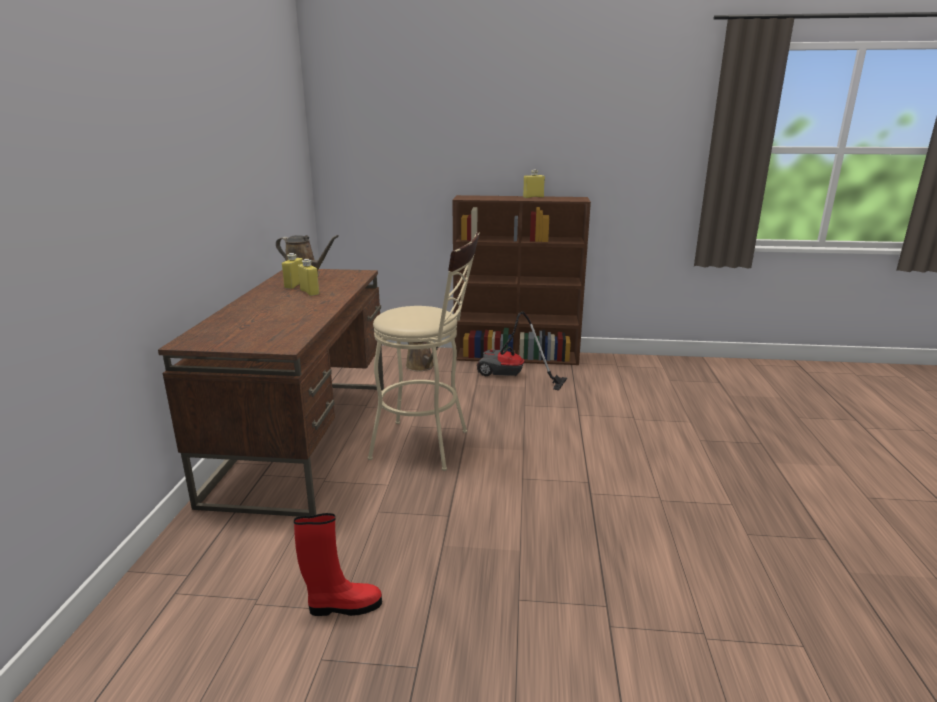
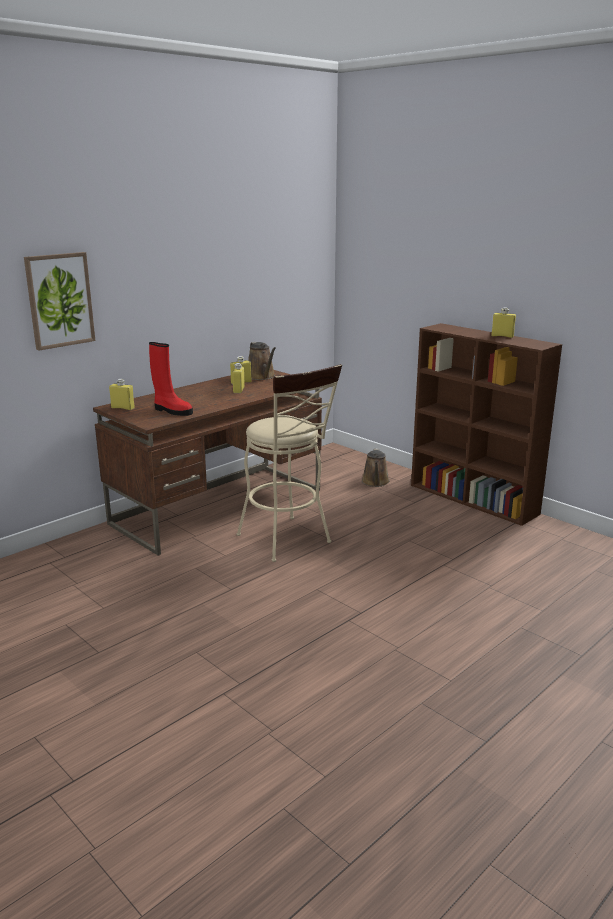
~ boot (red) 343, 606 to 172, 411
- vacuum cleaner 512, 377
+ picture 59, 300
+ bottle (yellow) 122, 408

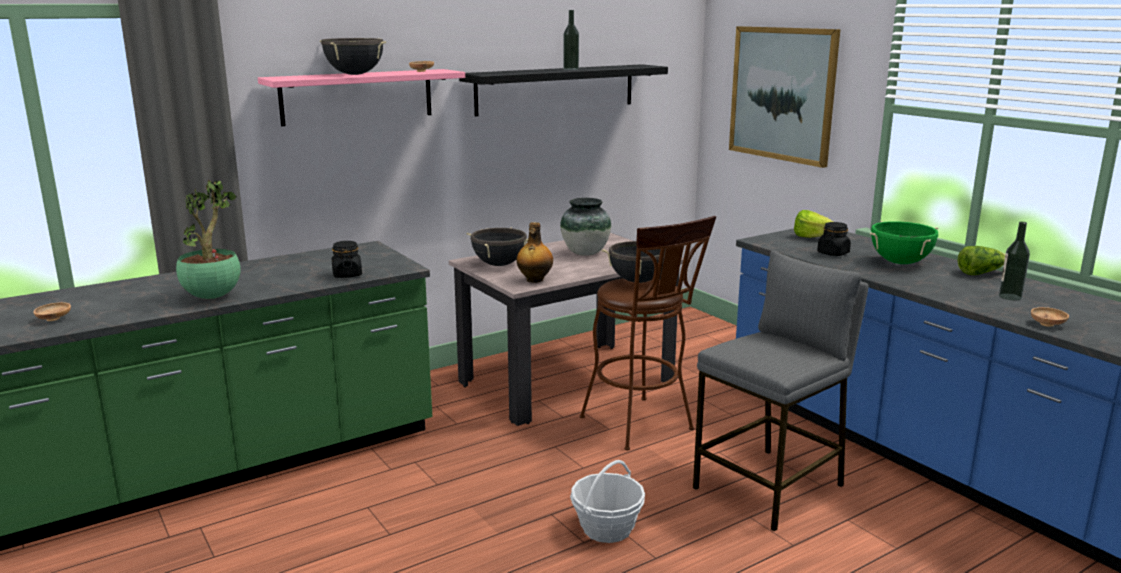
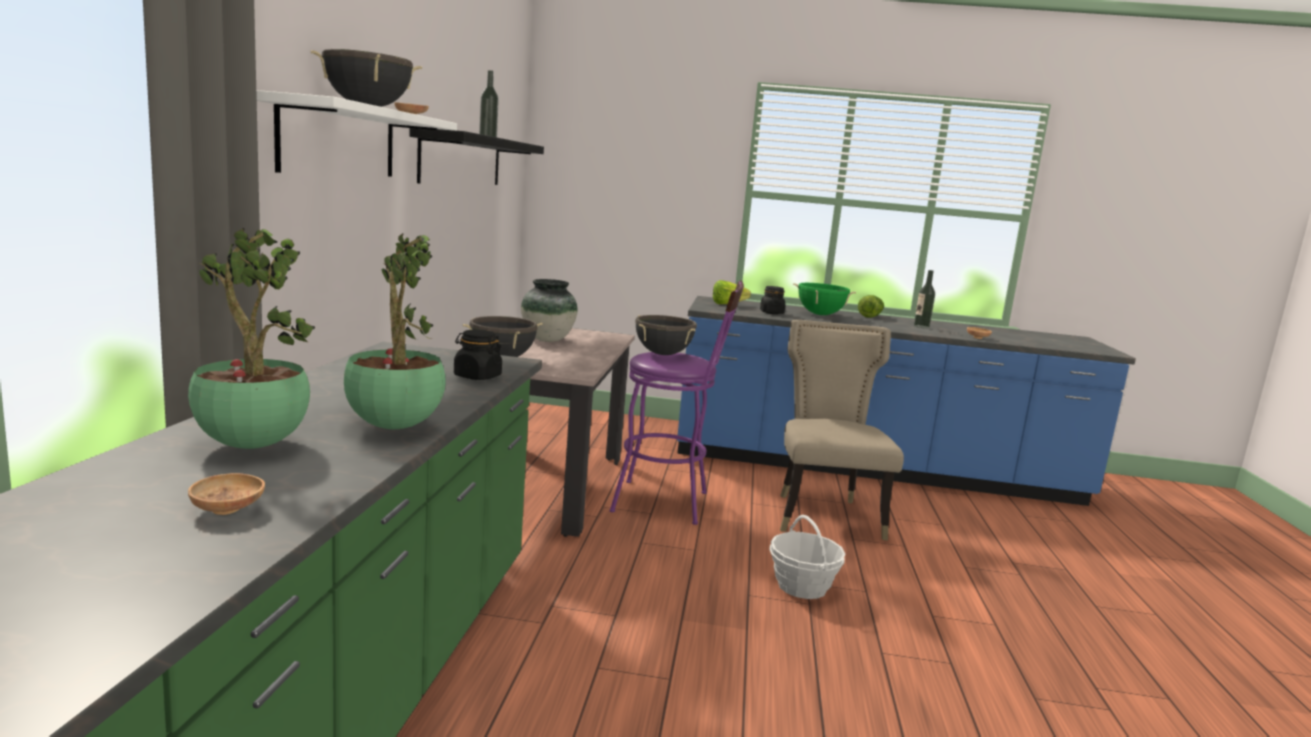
~ shelf (pink) 357, 96 to shelf (white) 340, 140
- bottle 534, 280
~ stool (brown) 642, 426 to stool (purple) 670, 503
~ stool (grey) 770, 487 to chair (beige) 824, 515
- picture 782, 94
+ potted plant 250, 445

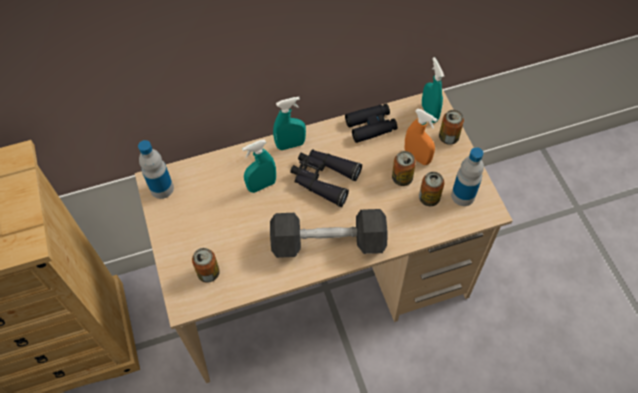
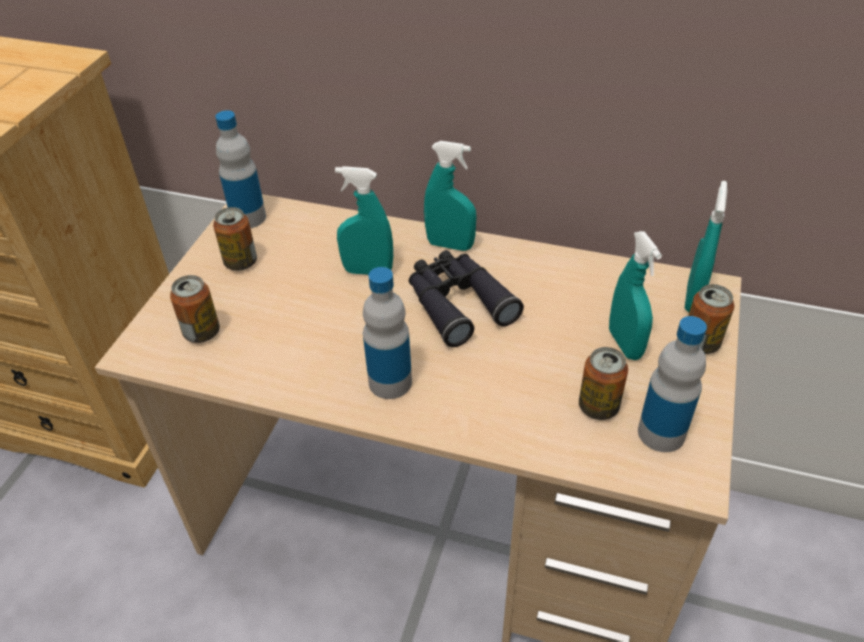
~ dumbbell (black) 328, 242 to bottle 390, 382
- binoculars (black) 371, 126
~ can 402, 178 to 240, 262
~ spray bottle (orange) 417, 157 to spray bottle (turquoise) 625, 344

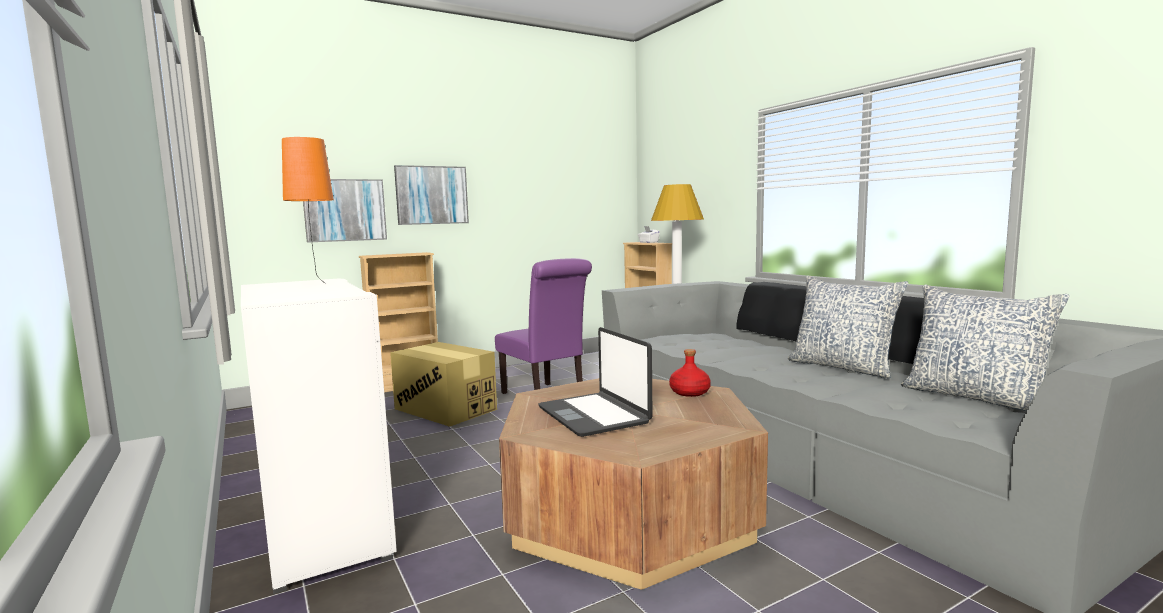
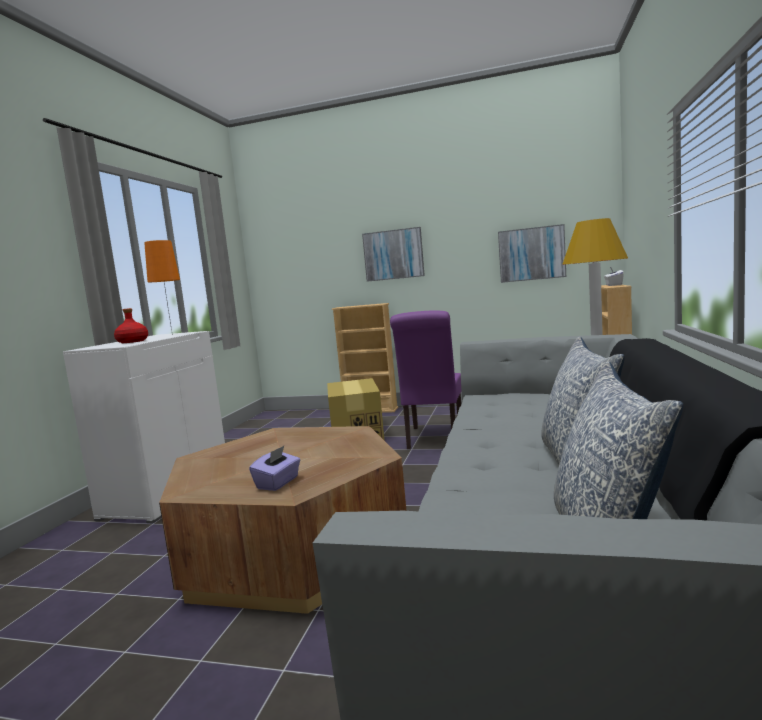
~ picture 345, 210 to 531, 254
- laptop 594, 415
~ bottle (red) 690, 392 to 132, 341
+ tissue box (purple) 278, 483

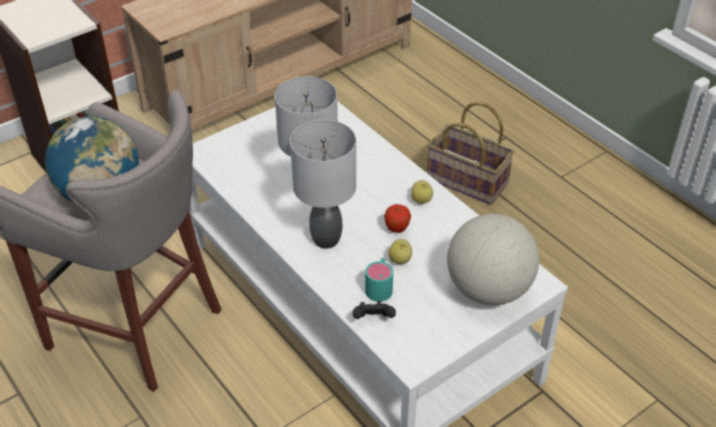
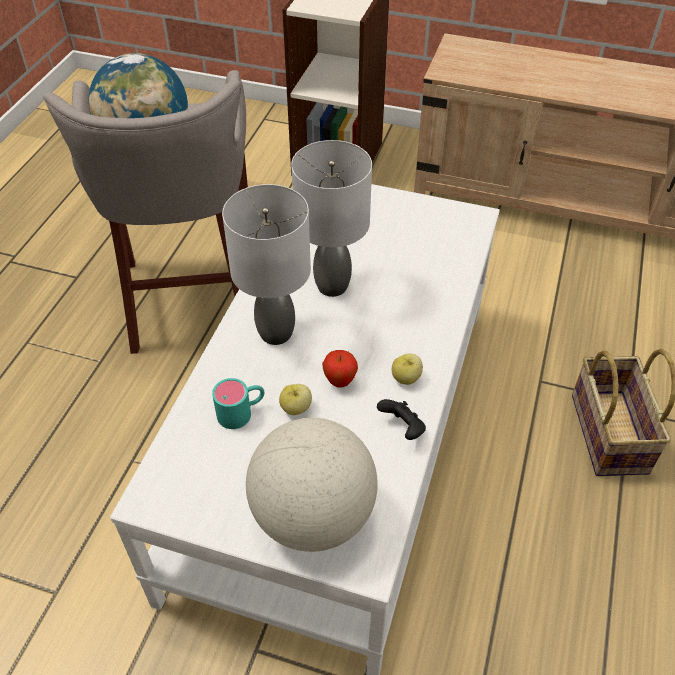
~ game controller (black) 373, 319 to 402, 428

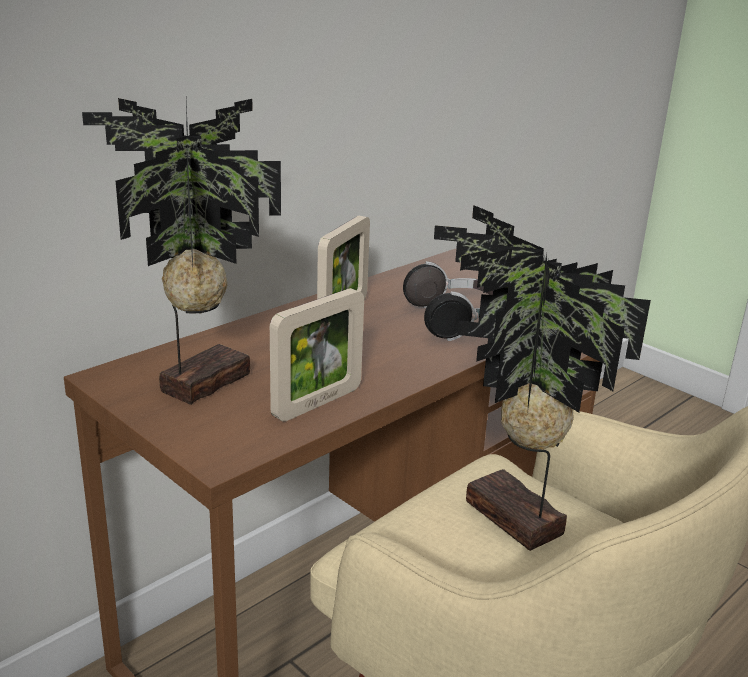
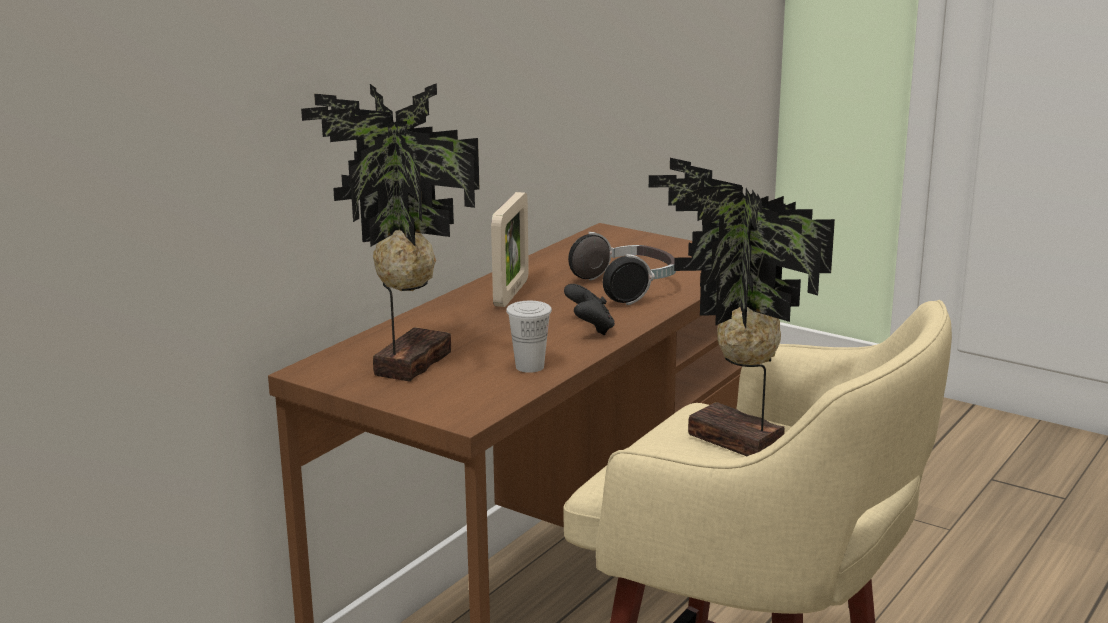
~ picture frame 317, 403 to cup (white) 529, 367
+ game controller (black) 590, 329

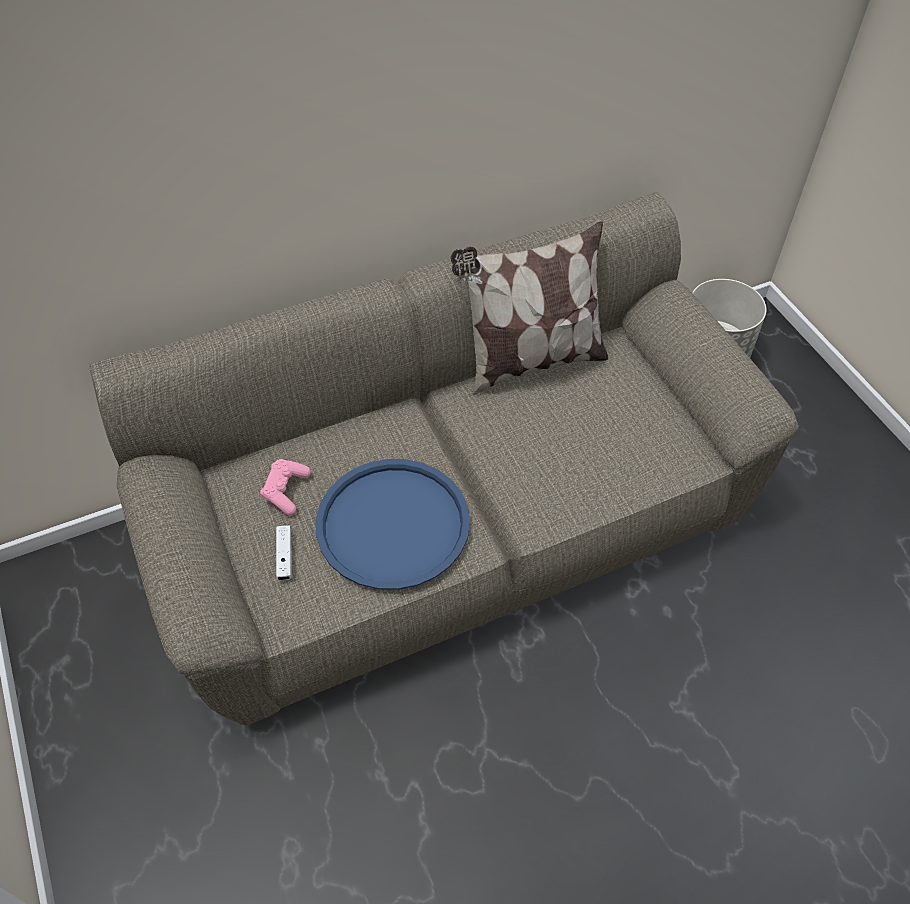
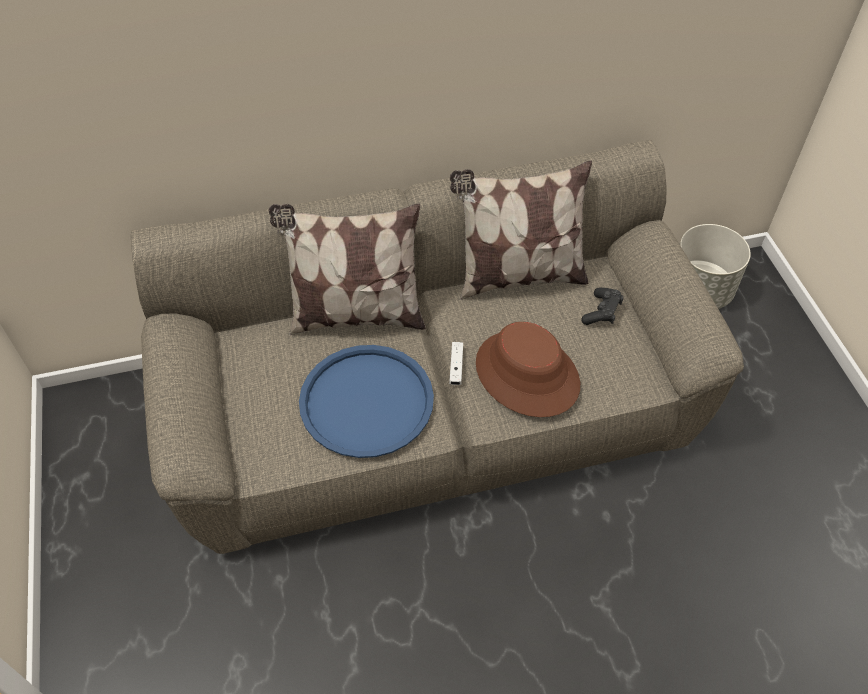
- game controller (pink) 286, 491
~ game controller (white) 284, 556 to 456, 367
+ pillow 355, 315
+ hat (brown) 526, 374
+ game controller (black) 602, 312

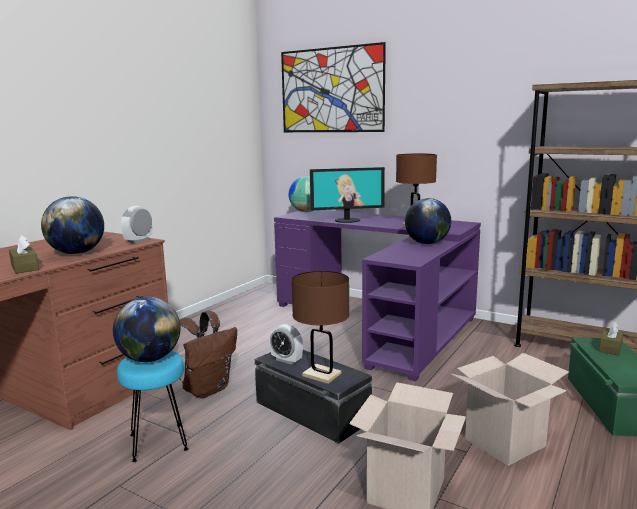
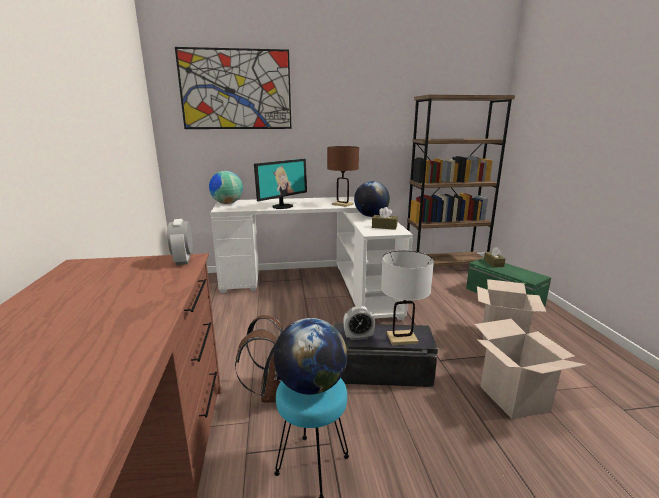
~ tissue box (brown) 24, 267 to 384, 227
- globe 77, 253
~ desk (purple) 381, 322 to desk (white) 318, 284
~ table lamp (brown) 322, 375 to table lamp (white) 402, 338

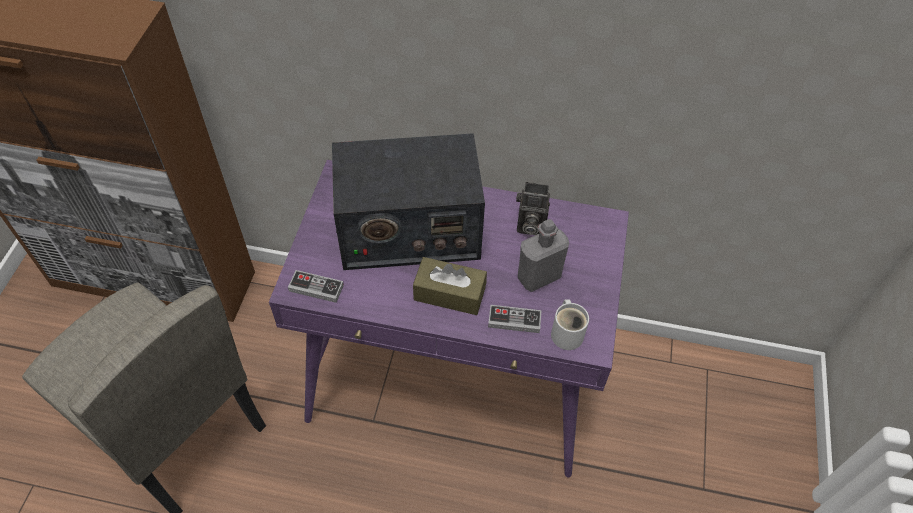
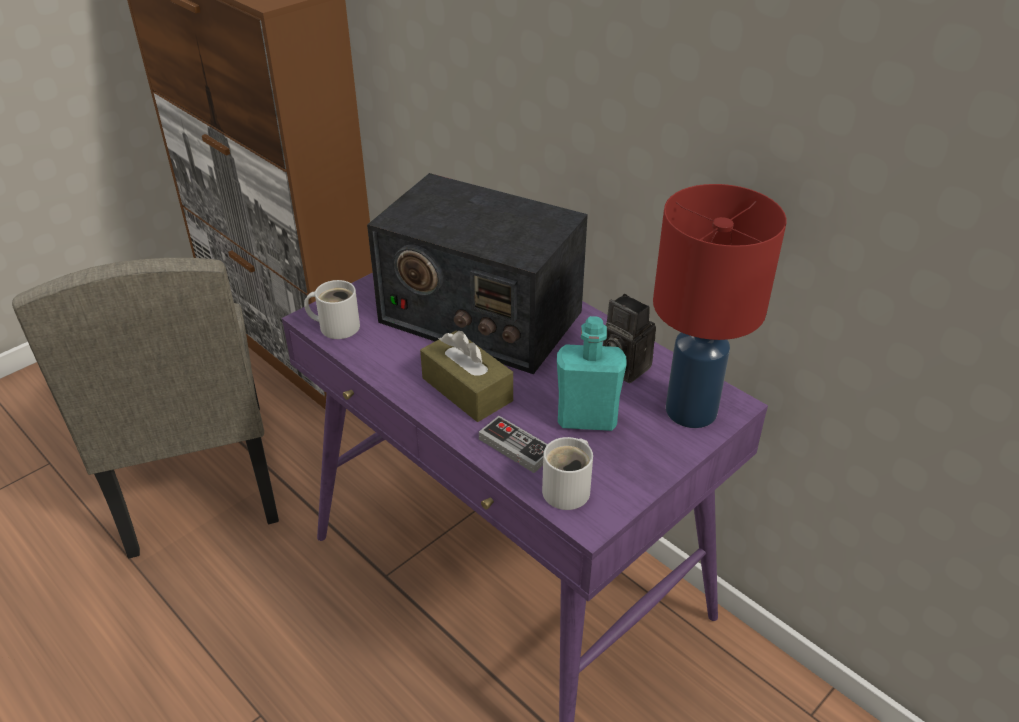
~ game controller 316, 288 to mug (white) 336, 326
~ bottle (grey) 539, 277 to bottle (turquoise) 587, 419
+ table lamp (red) 690, 409

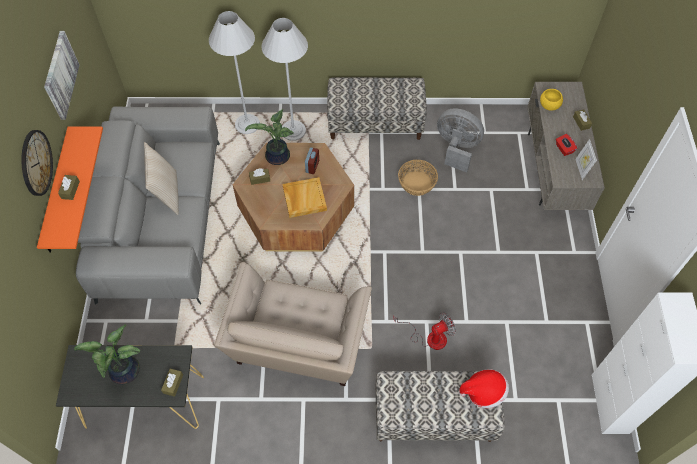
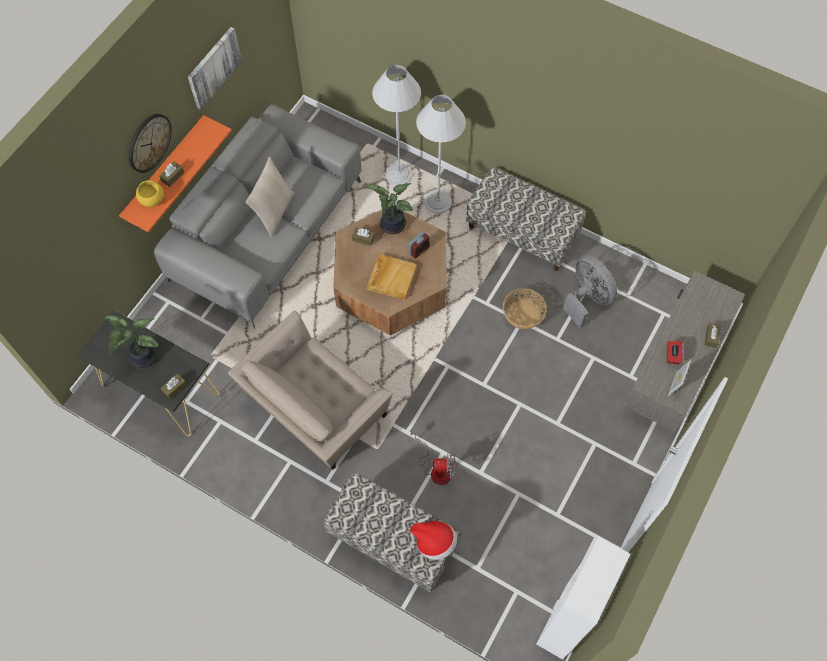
~ bowl (yellow) 549, 105 to 152, 199

